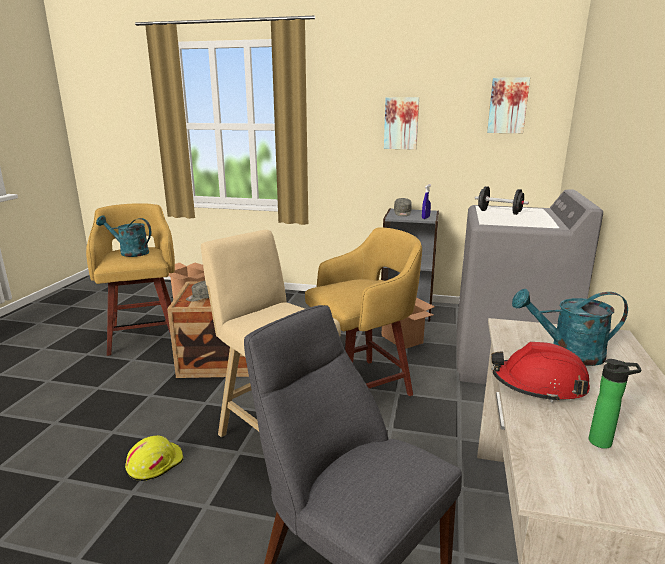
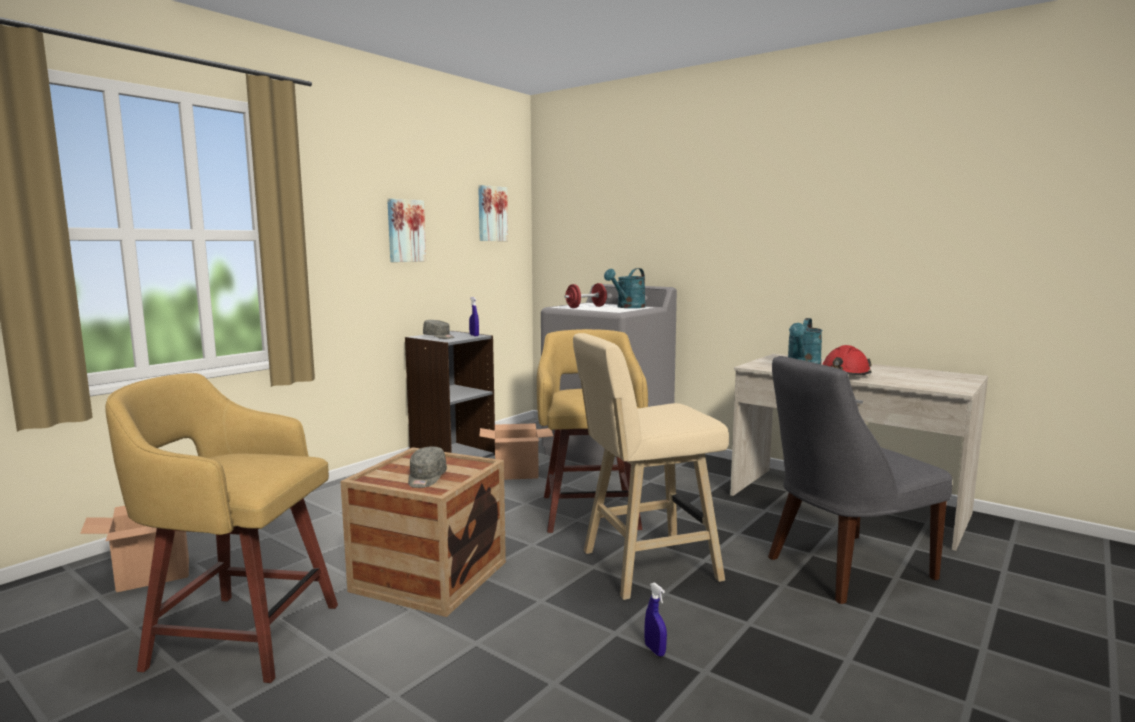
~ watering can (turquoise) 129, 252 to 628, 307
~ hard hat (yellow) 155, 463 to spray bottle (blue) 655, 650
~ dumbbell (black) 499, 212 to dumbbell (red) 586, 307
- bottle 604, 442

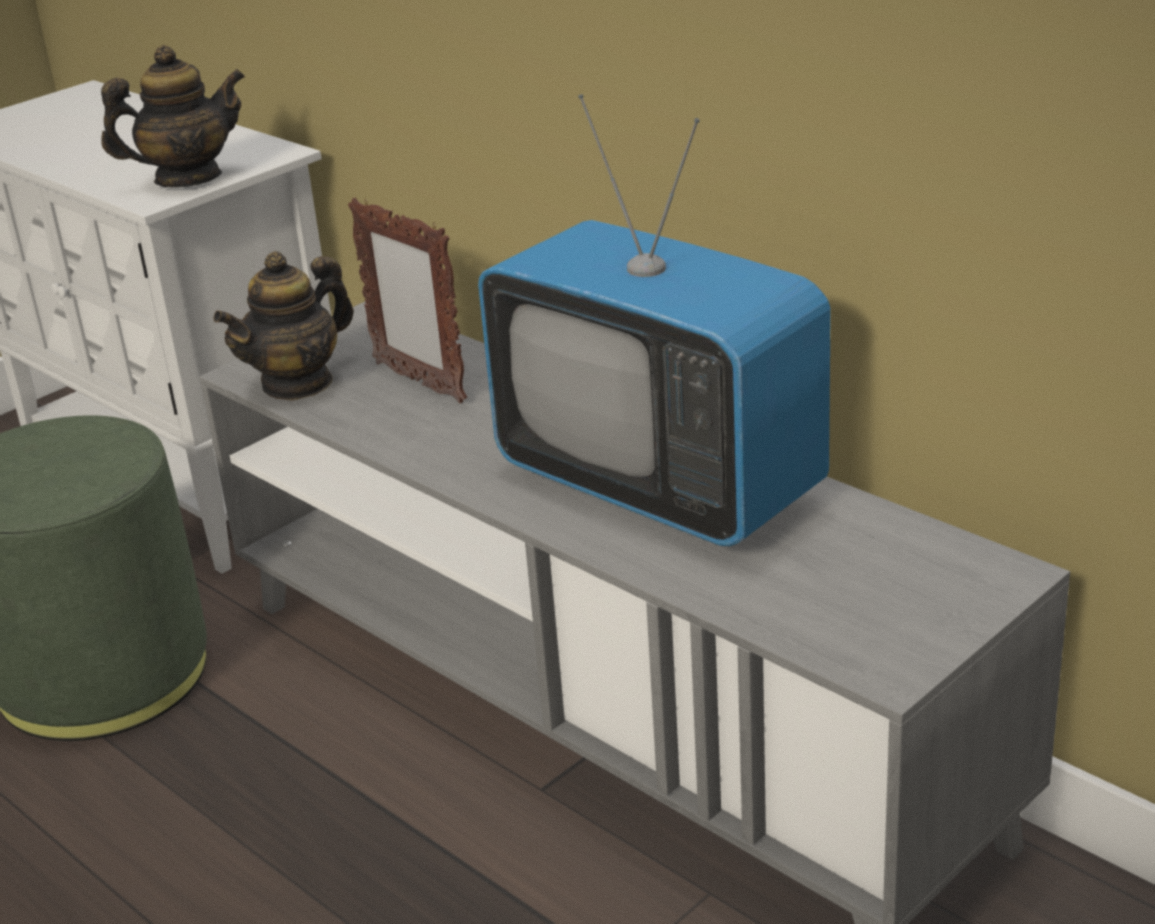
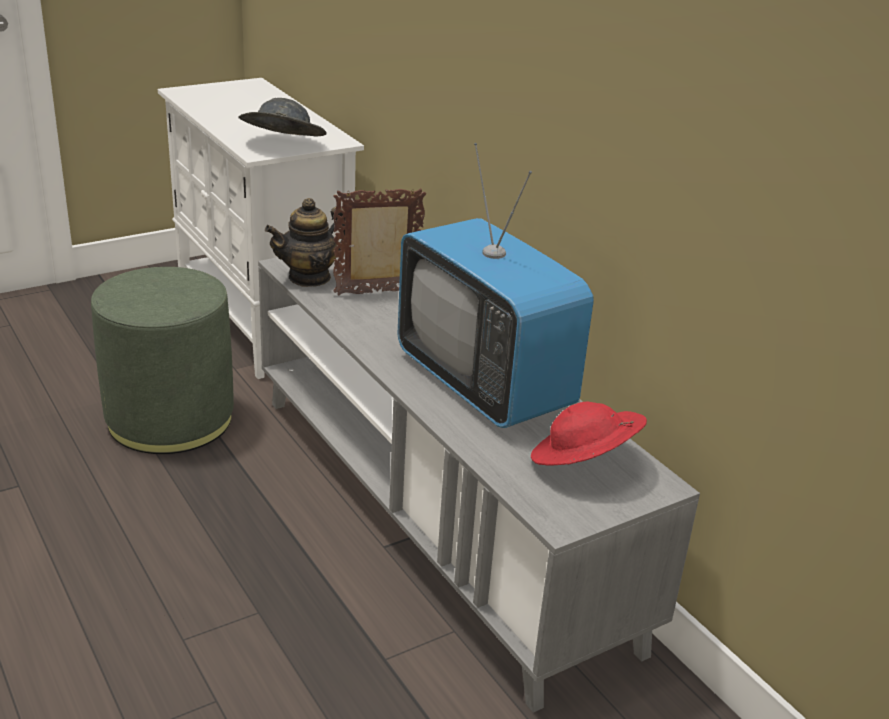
~ teapot 187, 178 to hat (grey) 282, 145
~ picture frame 419, 382 = 377, 292 105 degrees clockwise
+ hat (red) 583, 463

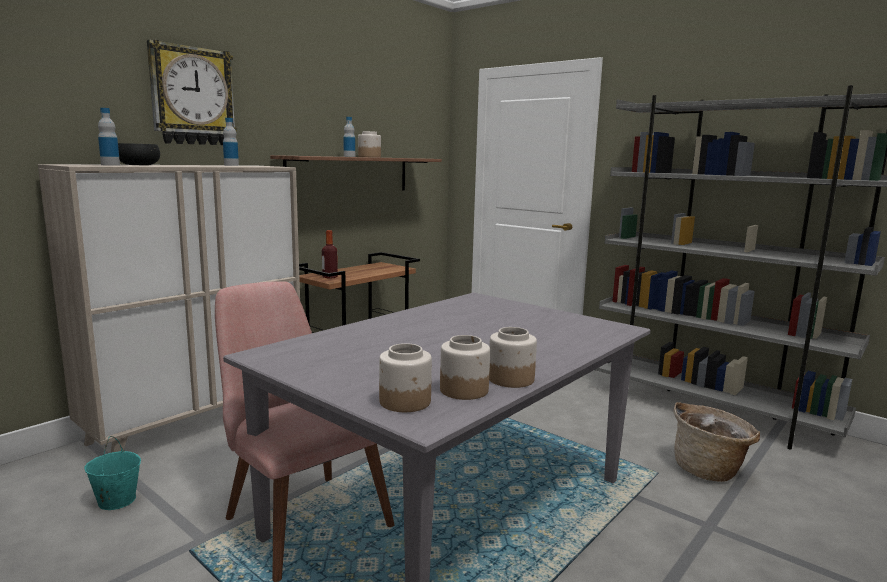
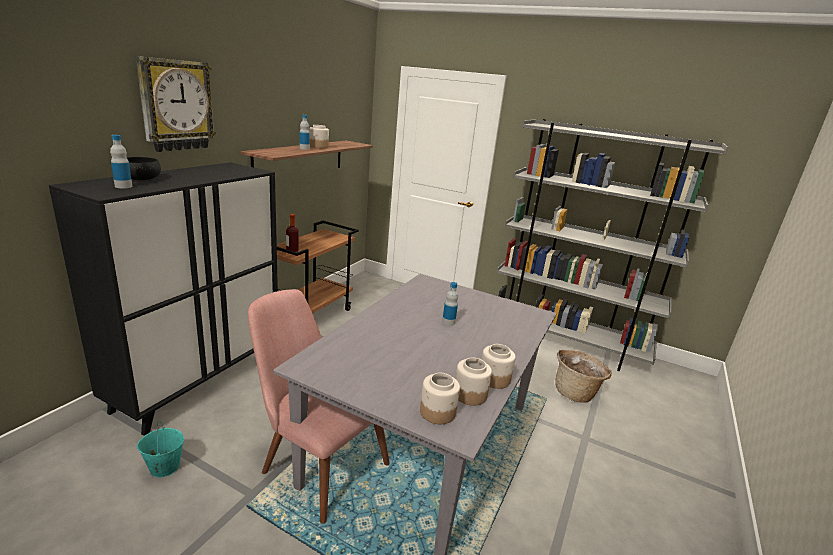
~ cabinet (beige) 199, 421 to cabinet (black) 199, 380
~ bottle 231, 165 to 448, 322

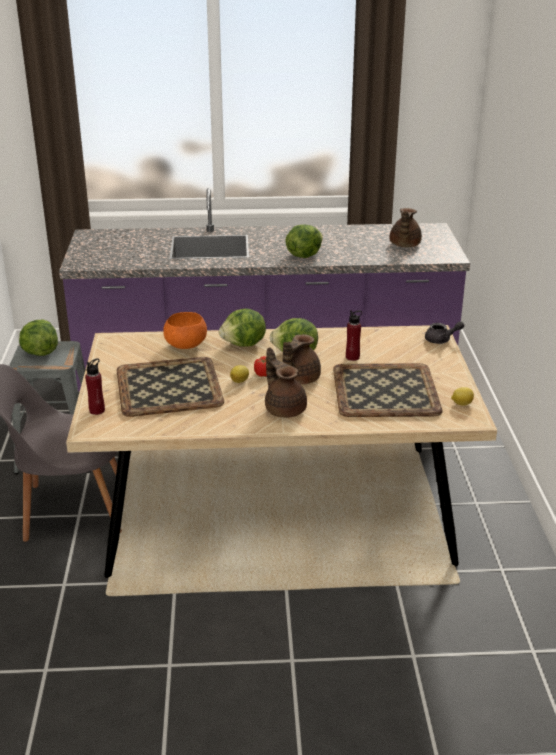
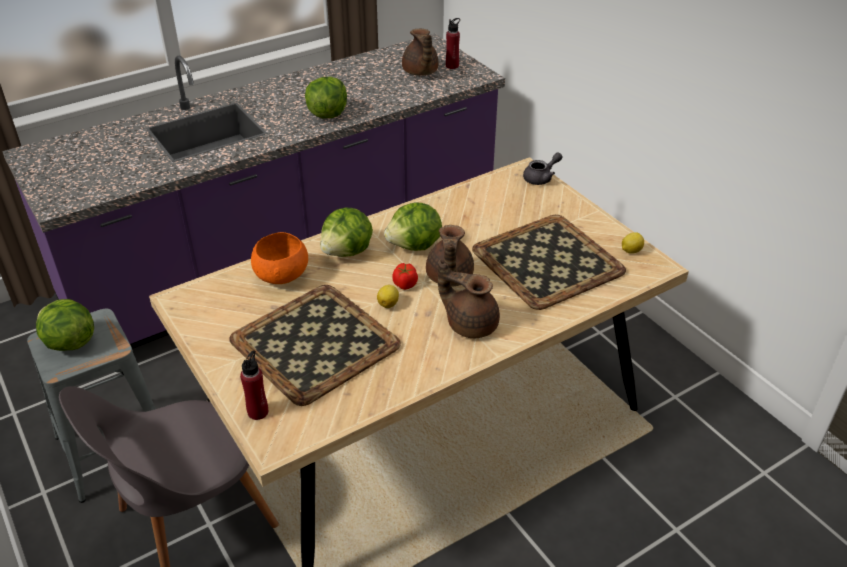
~ bottle (red) 352, 357 to 452, 66

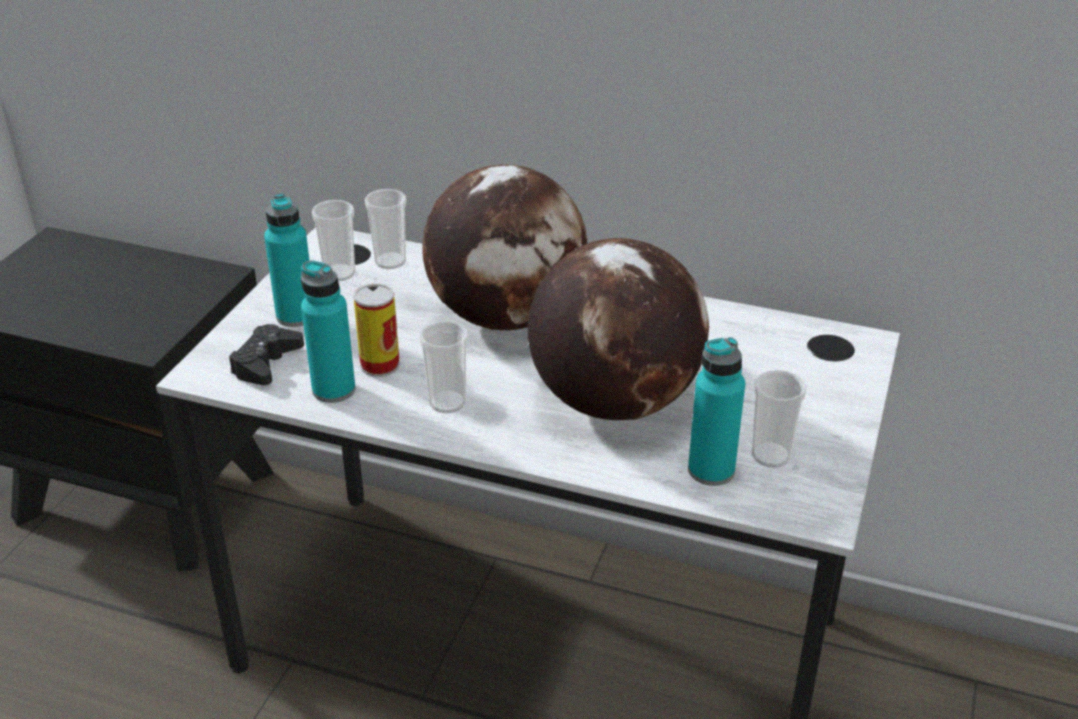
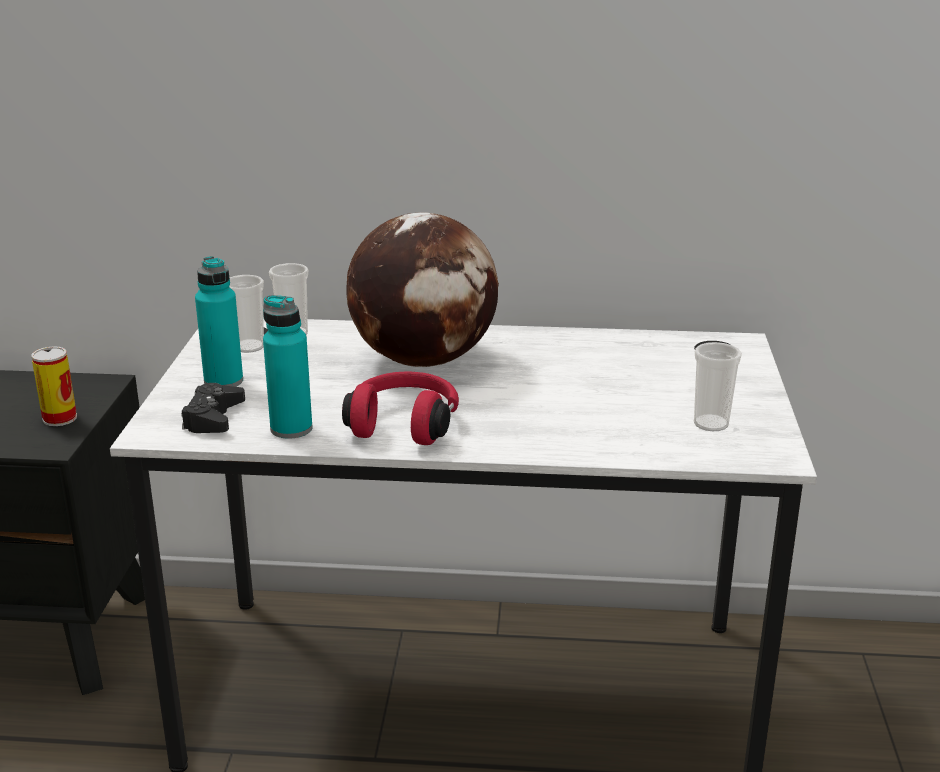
~ can 380, 365 to 60, 418
~ cup 447, 402 to headphones (red) 404, 424
- globe 614, 401
- bottle (turquoise) 711, 470

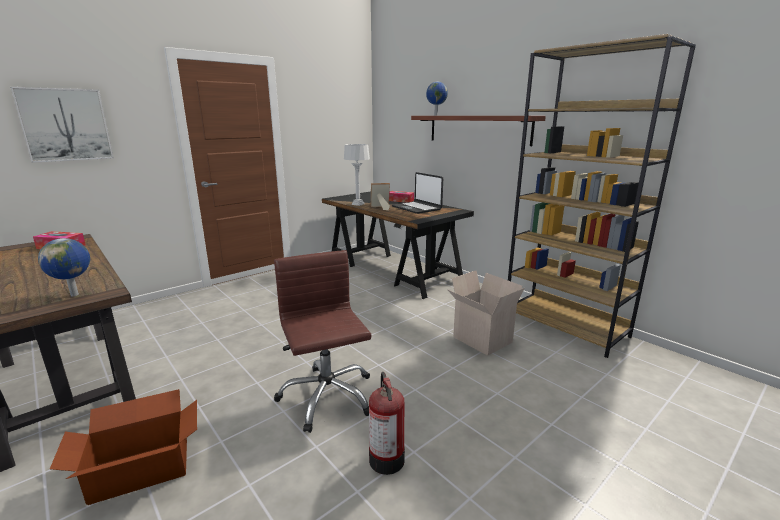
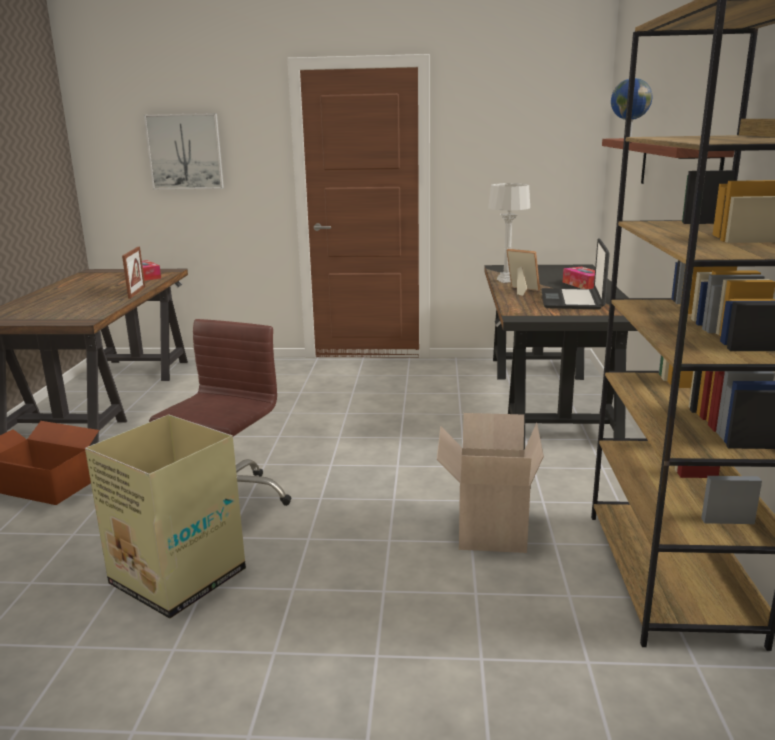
- globe 75, 295
~ fire extinguisher 386, 458 to cardboard box 177, 576
+ picture frame 137, 292

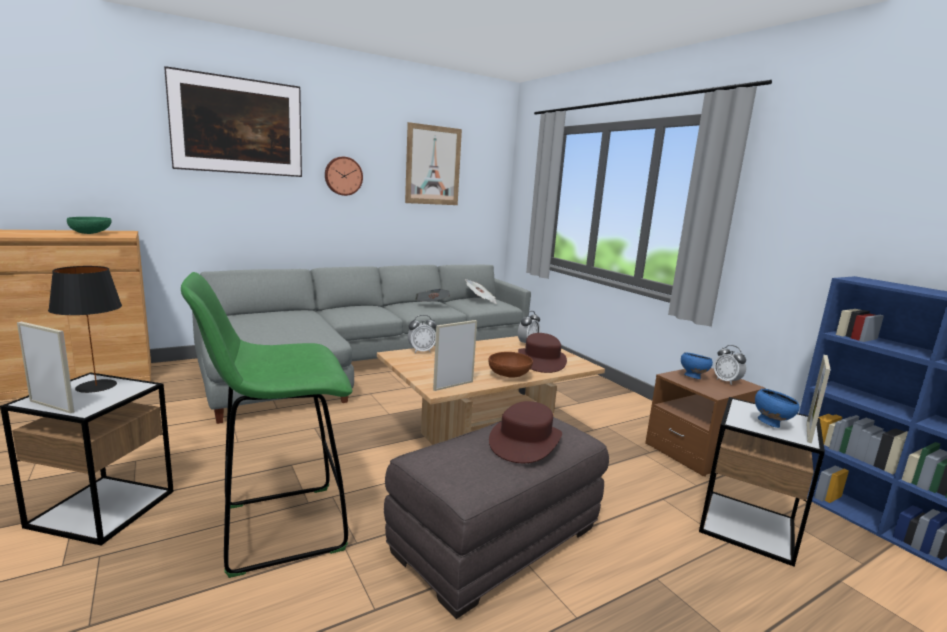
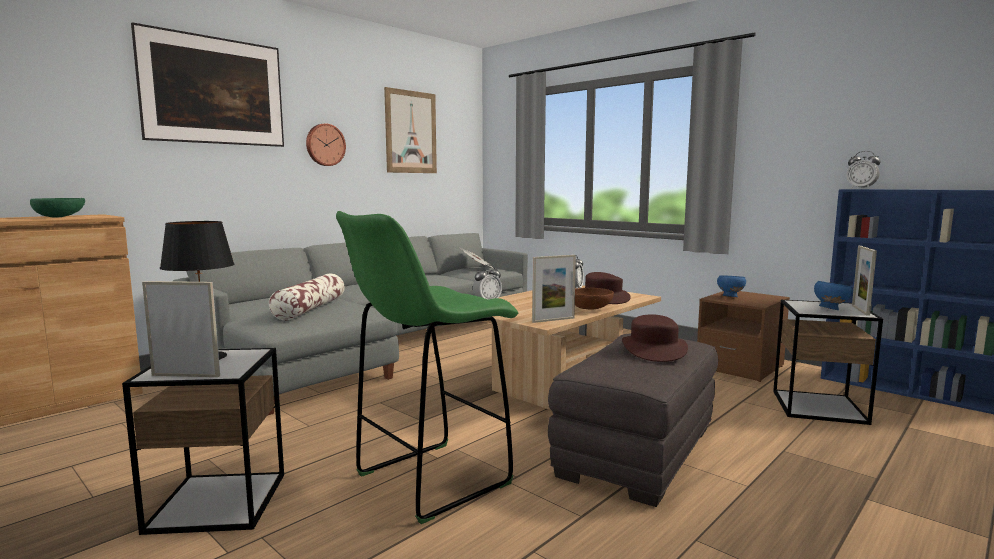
- newspaper 431, 305
~ picture frame 453, 385 = 553, 320 150 degrees counterclockwise
~ alarm clock 726, 381 to 861, 188
+ pillow 310, 309

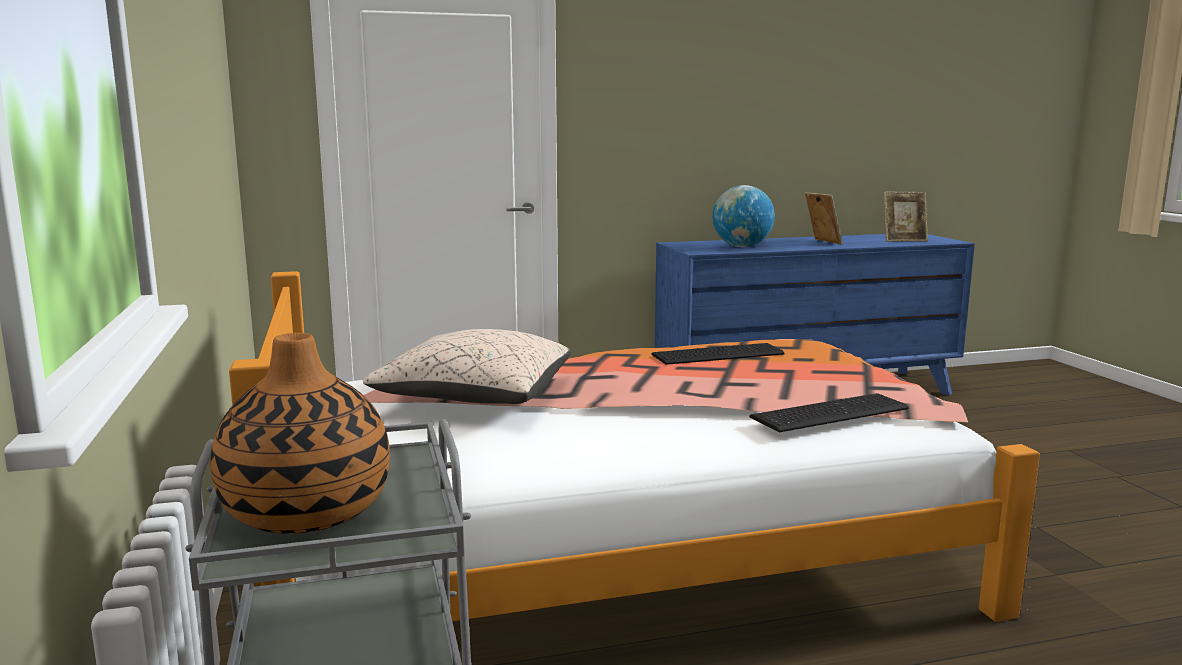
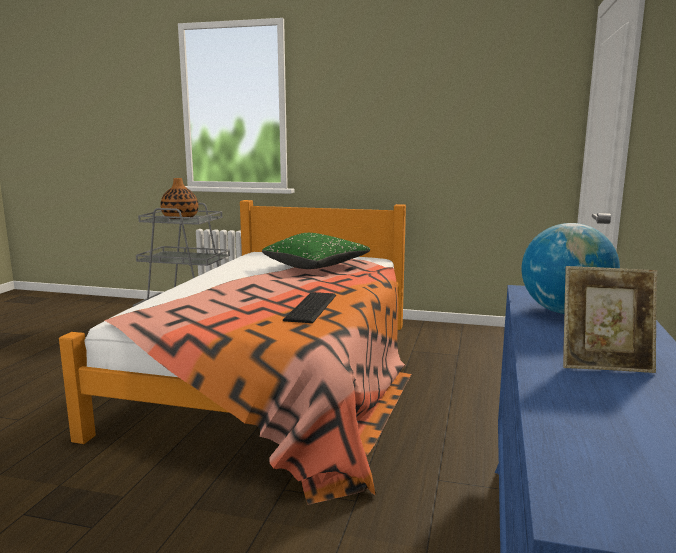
~ pillow (beige) 474, 398 to pillow (green) 316, 266
- keyboard 826, 412
- picture frame 903, 240

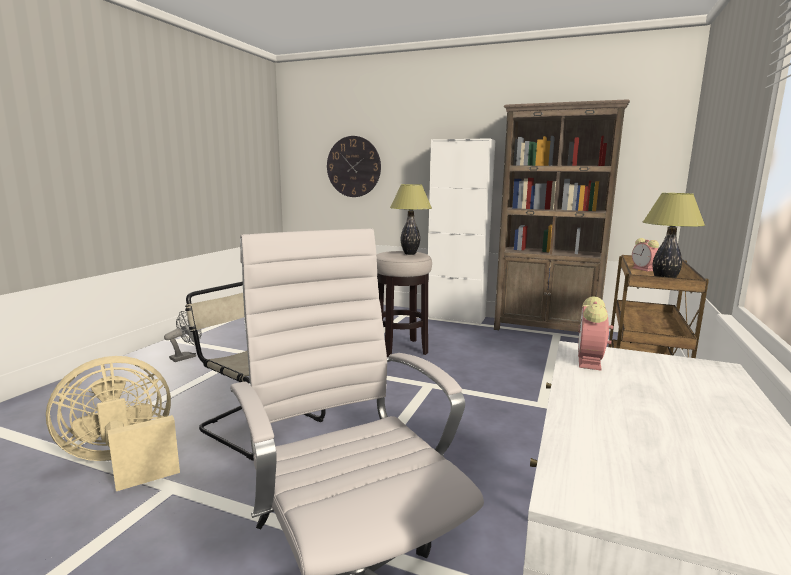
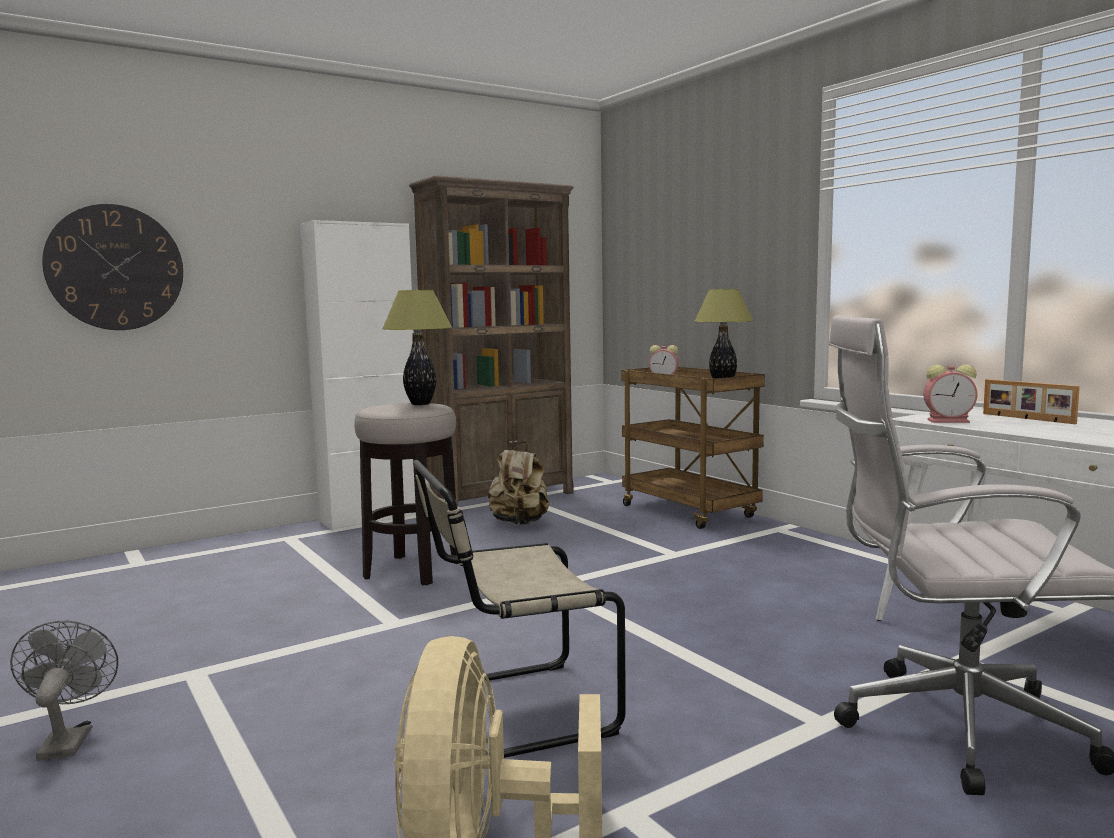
~ alarm clock 590, 362 = 949, 421 45 degrees counterclockwise
+ backpack (beige) 520, 523
+ picture frame 1027, 418

